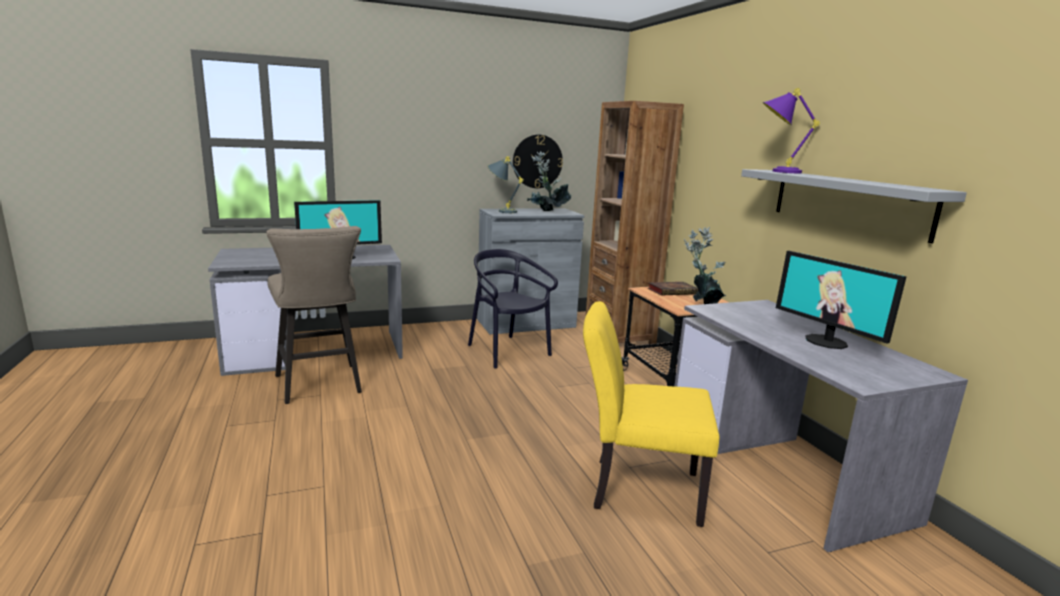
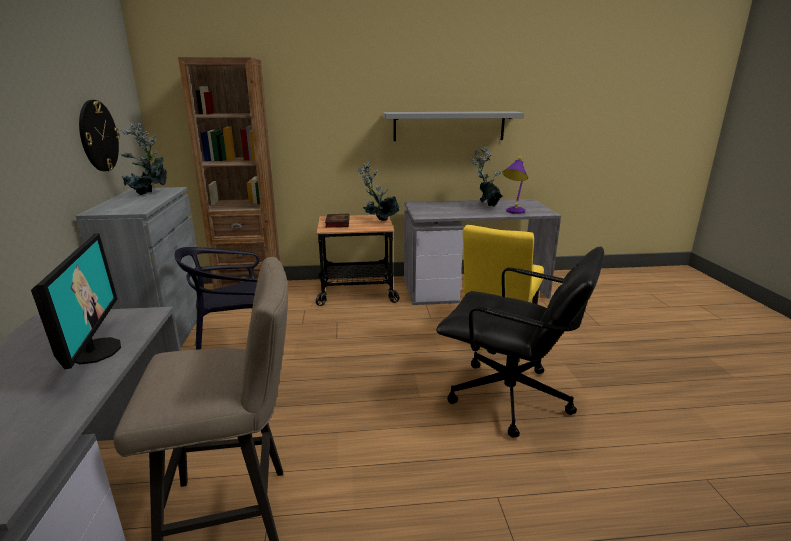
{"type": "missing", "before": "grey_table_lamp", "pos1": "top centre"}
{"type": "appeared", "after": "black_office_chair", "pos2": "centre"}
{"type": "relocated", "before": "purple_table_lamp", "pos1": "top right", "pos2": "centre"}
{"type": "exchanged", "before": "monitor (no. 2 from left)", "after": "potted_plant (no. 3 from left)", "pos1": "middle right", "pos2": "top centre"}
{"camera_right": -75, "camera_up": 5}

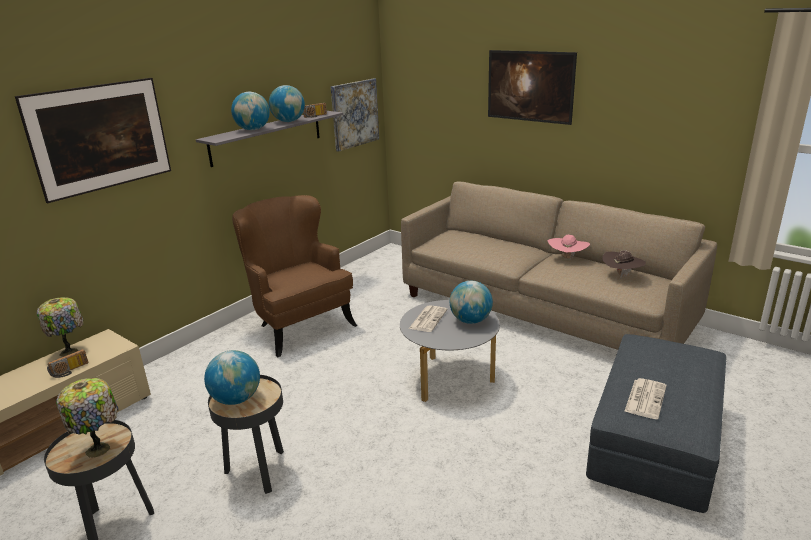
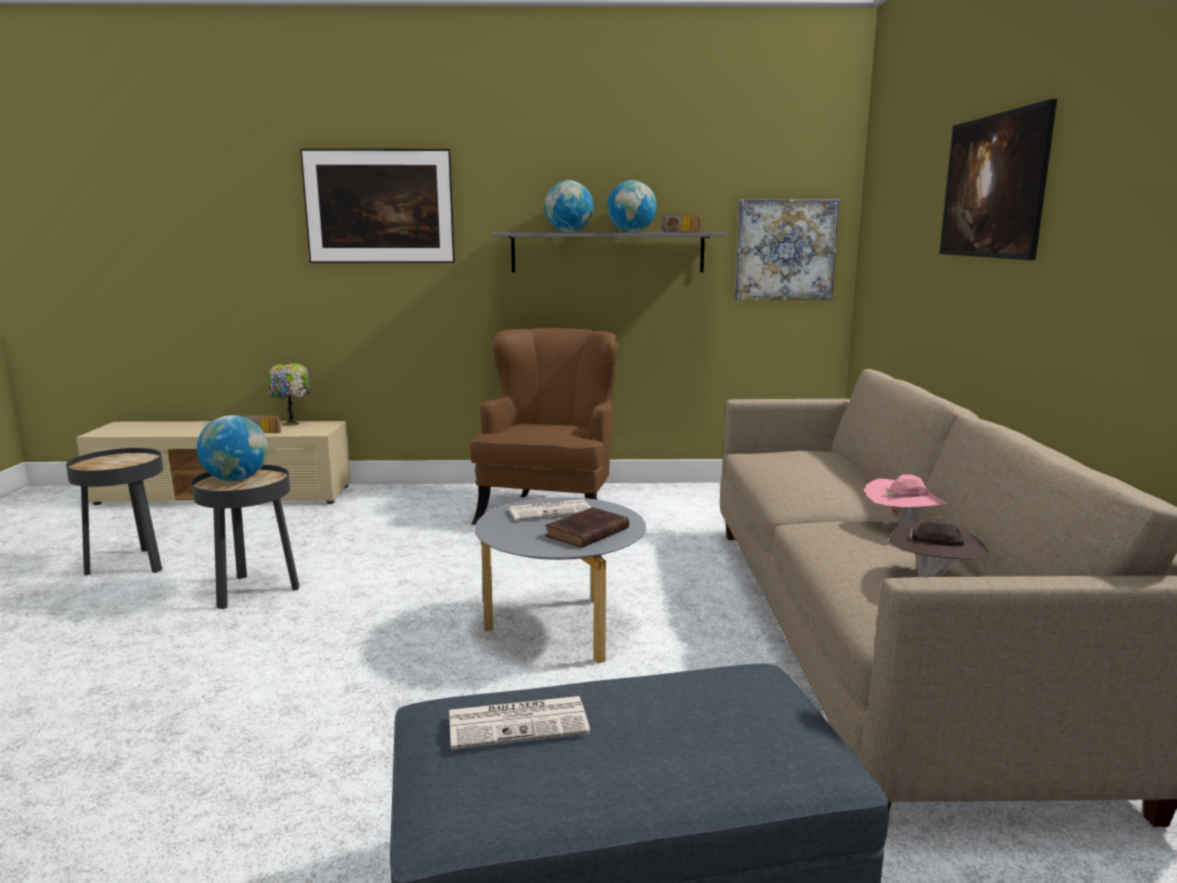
{"type": "missing", "before": "table_lamp (no. 2 from left)", "pos1": "bottom left"}
{"type": "exchanged", "before": "globe (no. 4 from left)", "after": "brown_book", "pos1": "centre", "pos2": "centre"}
{"camera_right": 50, "camera_up": -10}

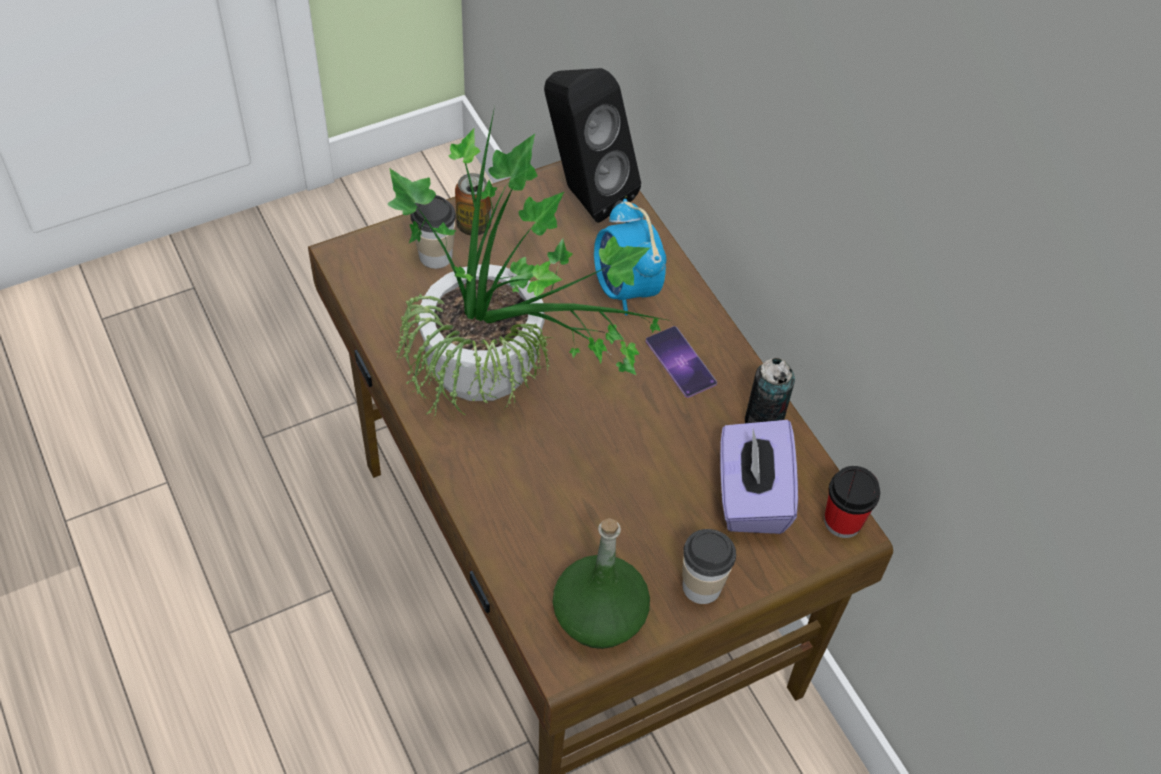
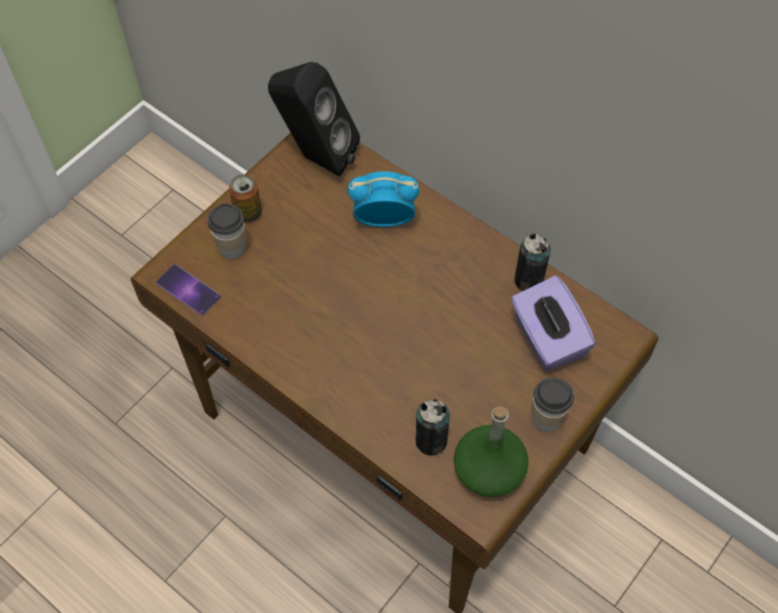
{"type": "missing", "before": "potted_plant", "pos1": "centre"}
{"type": "missing", "before": "cup (no. 3 from left)", "pos1": "middle right"}
{"type": "appeared", "after": "can (no. 2 from left)", "pos2": "bottom centre"}
{"type": "relocated", "before": "phone", "pos1": "centre", "pos2": "middle left"}
{"type": "spun", "before": "alarm_clock", "pos1": "top centre", "pos2": "top centre", "turn": 135}
{"camera_right": -20, "camera_up": 5}

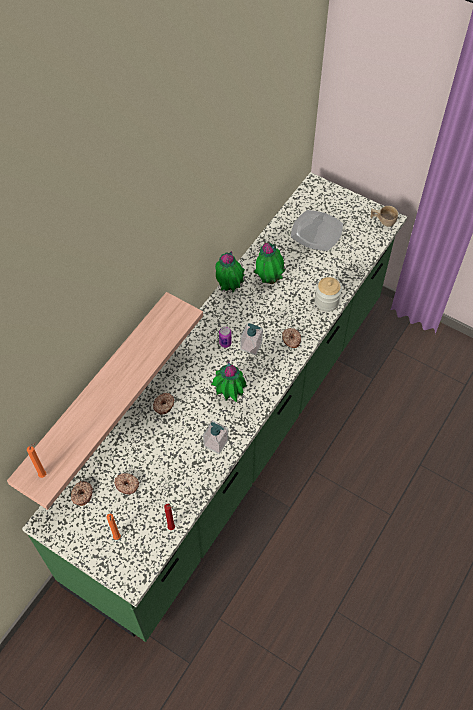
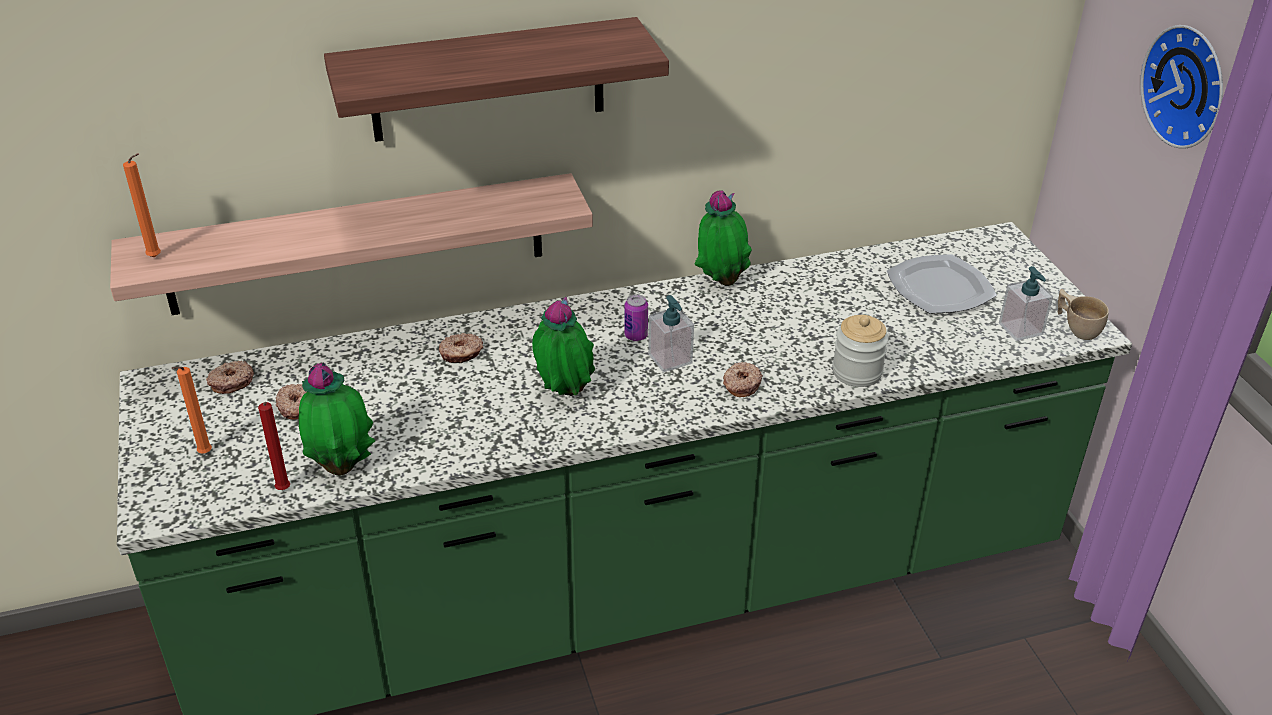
{"type": "appeared", "after": "shelf (no. 2 from left)", "pos2": "top centre"}
{"type": "appeared", "after": "wall_clock", "pos2": "top right"}
{"type": "relocated", "before": "soap_dispenser (no. 1 from left in the first image)", "after": "soap_dispenser (no. 2 from left)", "pos1": "centre", "pos2": "middle right"}
{"type": "relocated", "before": "potted_plant (no. 3 from left in the first image)", "after": "potted_plant (no. 1 from left)", "pos1": "centre", "pos2": "middle left"}
{"camera_right": 40, "camera_up": -20}

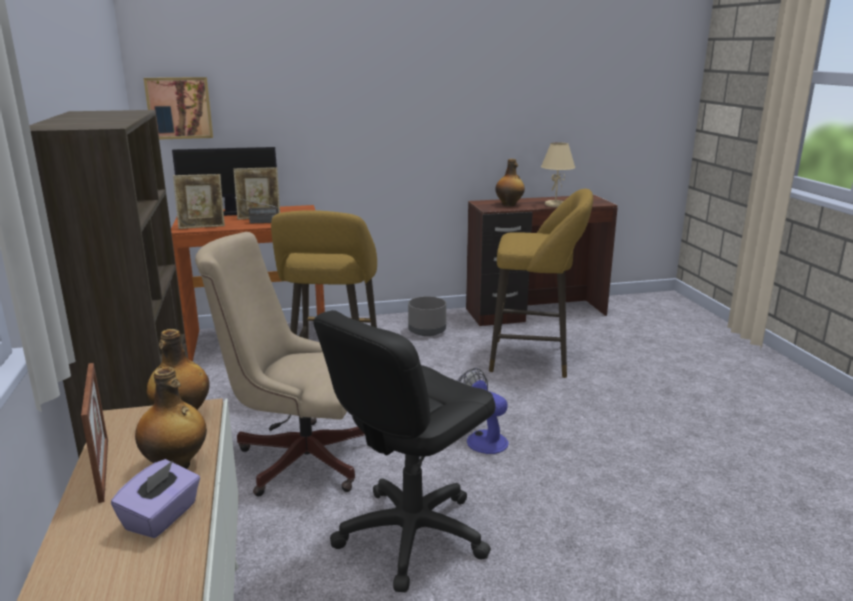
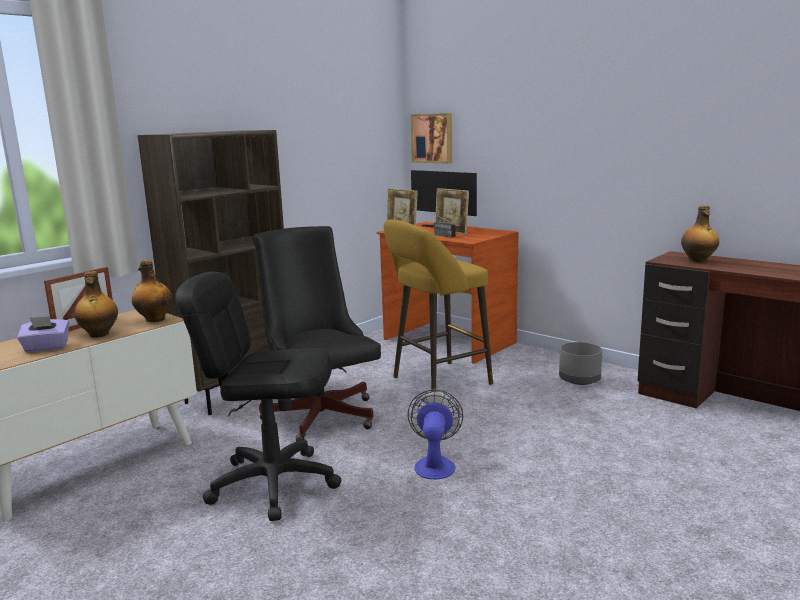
{"type": "missing", "before": "yellow_stool (no. 2 from left)", "pos1": "centre"}
{"type": "missing", "before": "beige_table_lamp", "pos1": "top centre"}
{"type": "colour", "before": "beige_office_chair", "after": "black_office_chair (no. 2 from left)", "pos1": "middle left", "pos2": "centre"}
{"camera_right": 55, "camera_up": -5}

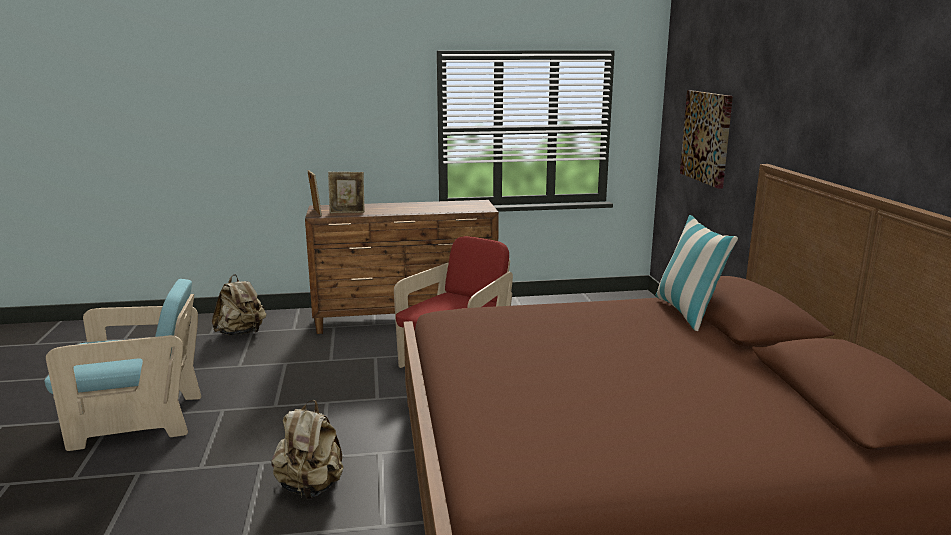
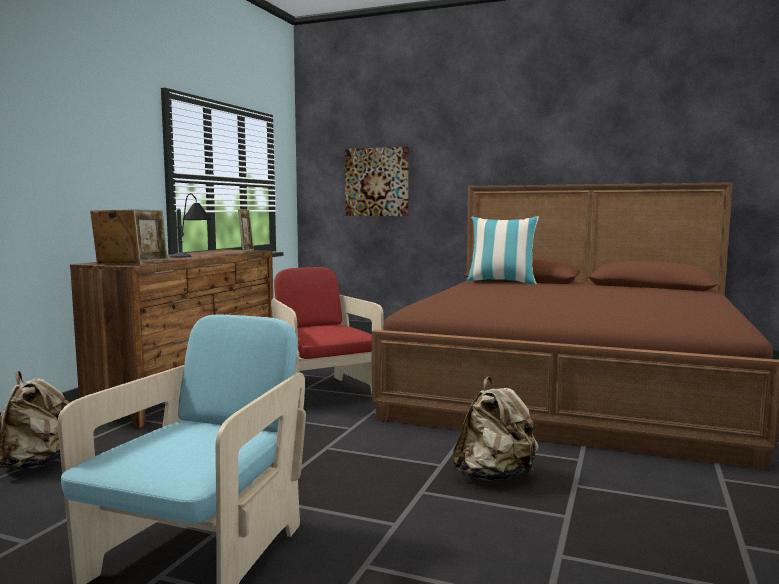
{"type": "appeared", "after": "table_lamp", "pos2": "middle left"}
{"type": "appeared", "after": "picture_frame (no. 3 from left)", "pos2": "middle left"}
{"camera_right": -60, "camera_up": -10}

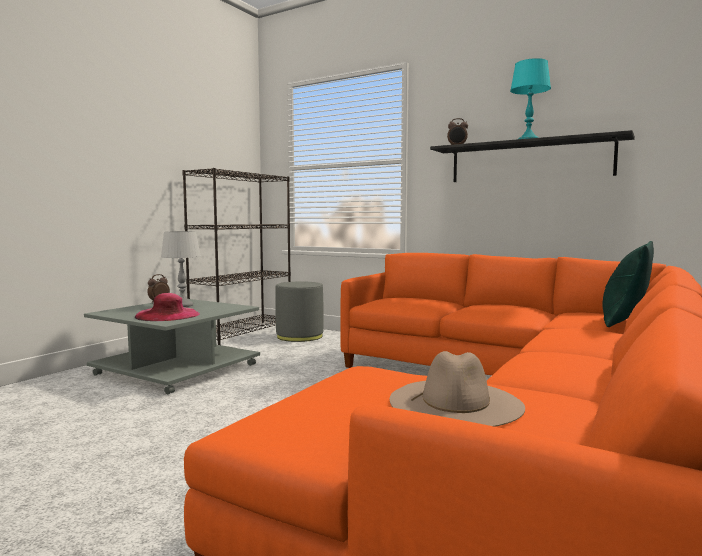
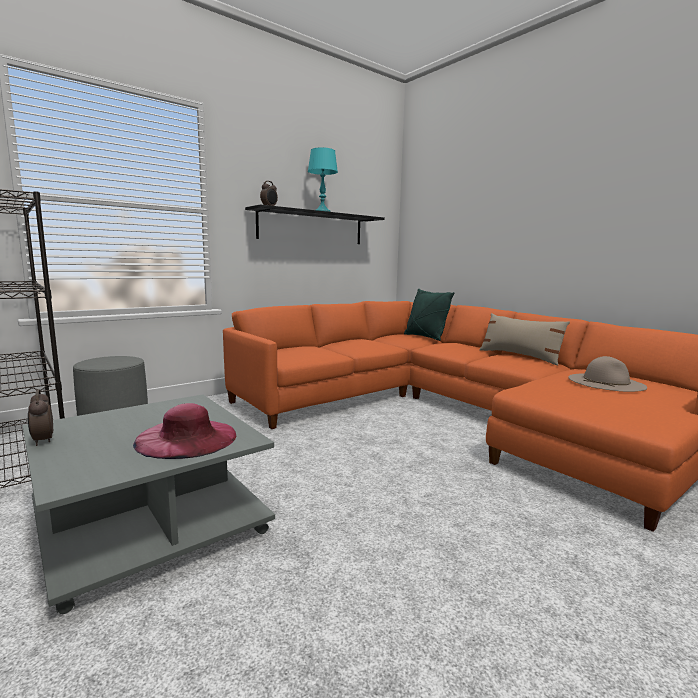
{"type": "missing", "before": "grey_table_lamp", "pos1": "middle left"}
{"type": "appeared", "after": "beige_pillow", "pos2": "middle right"}
{"camera_right": -70, "camera_up": 5}

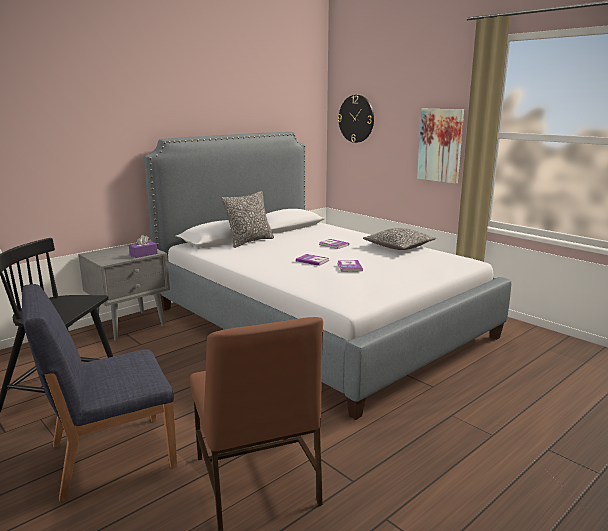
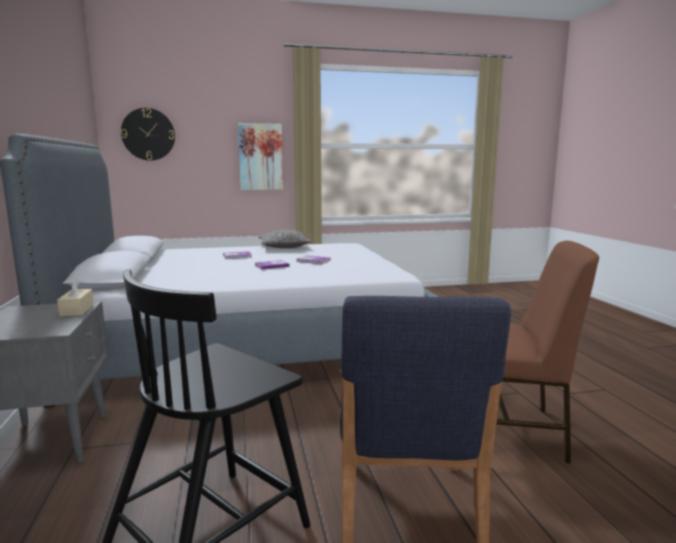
{"type": "missing", "before": "pillow (no. 1 from left)", "pos1": "centre"}
{"type": "colour", "before": "purple_tissue_box", "after": "beige_tissue_box", "pos1": "middle left", "pos2": "middle left"}
{"camera_right": -60, "camera_up": -5}

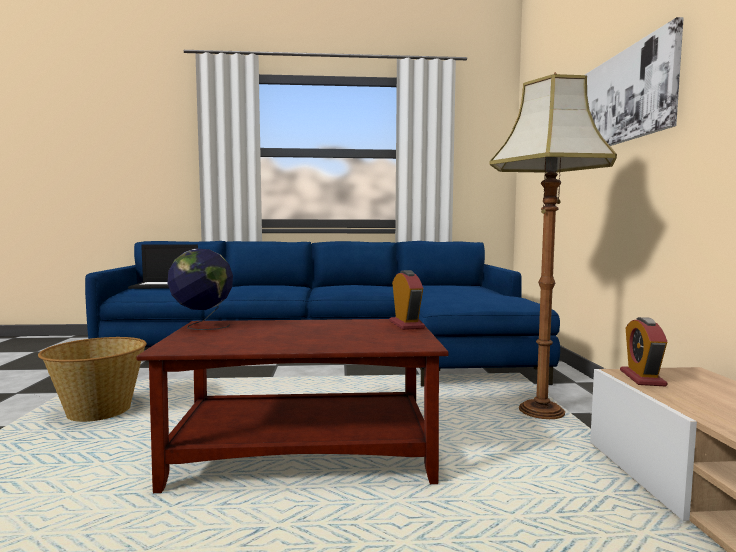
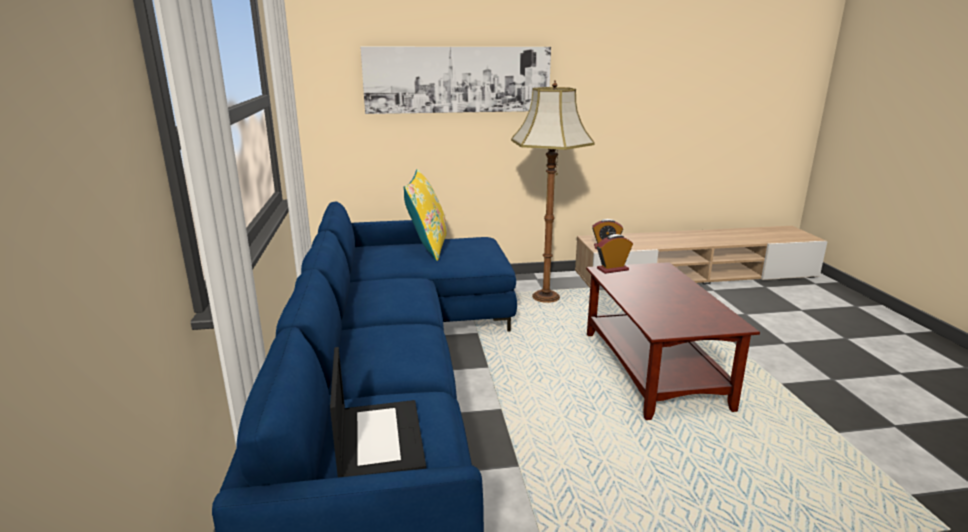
{"type": "missing", "before": "basket", "pos1": "bottom left"}
{"type": "missing", "before": "globe", "pos1": "middle left"}
{"type": "appeared", "after": "yellow_pillow", "pos2": "centre"}
{"camera_right": -95, "camera_up": 15}

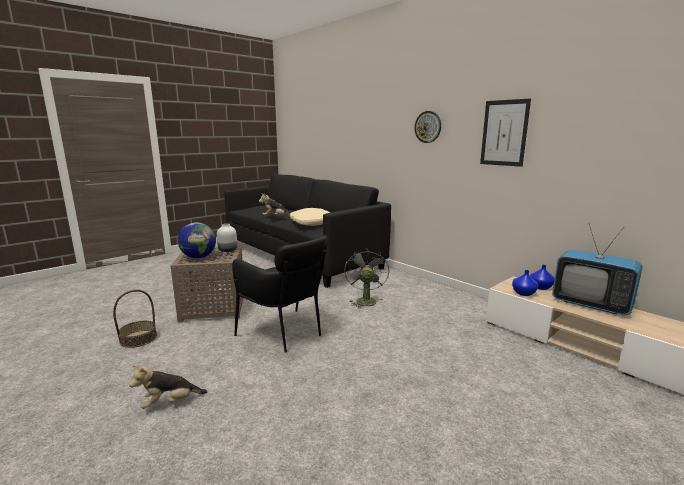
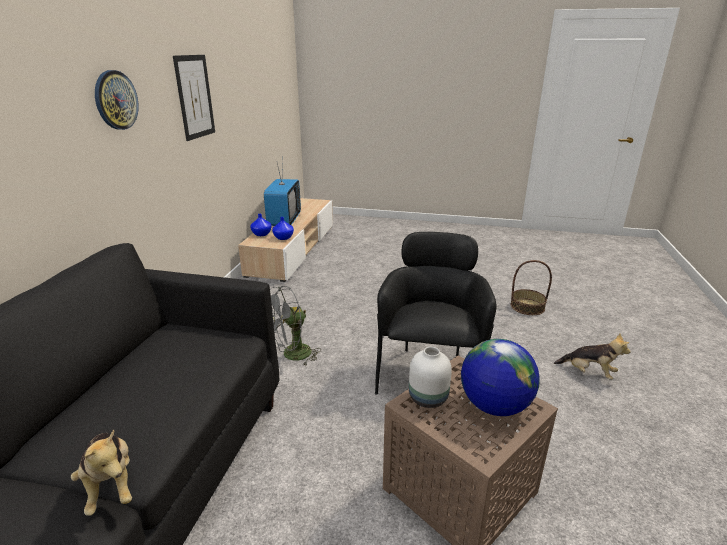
{"type": "missing", "before": "beige_pillow", "pos1": "centre"}
{"type": "relocated", "before": "basket", "pos1": "middle left", "pos2": "middle right"}
{"camera_right": -125, "camera_up": 10}

